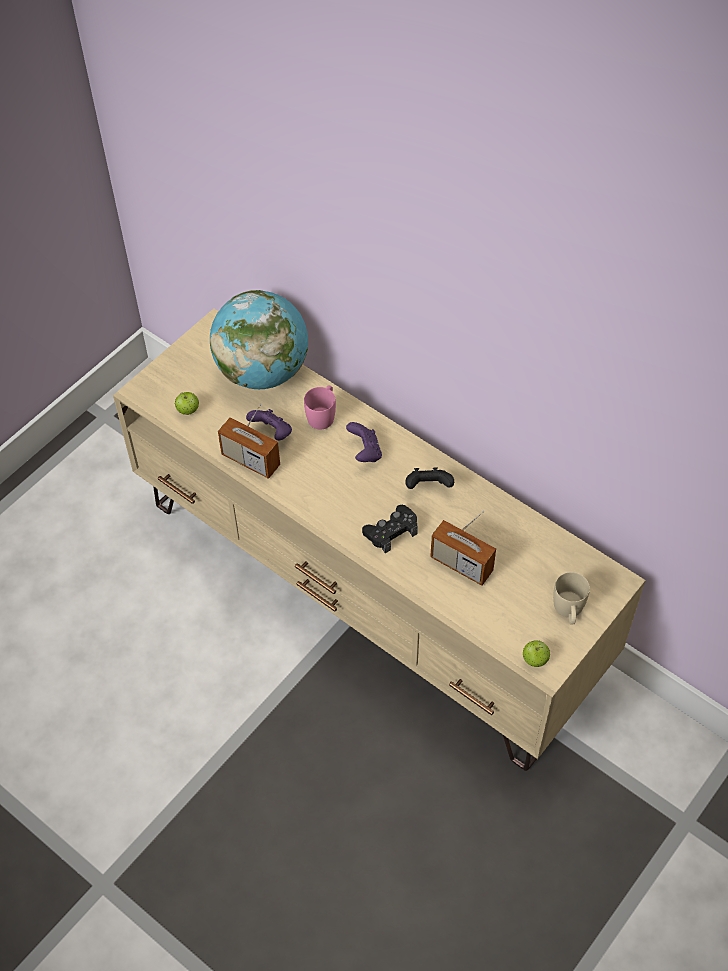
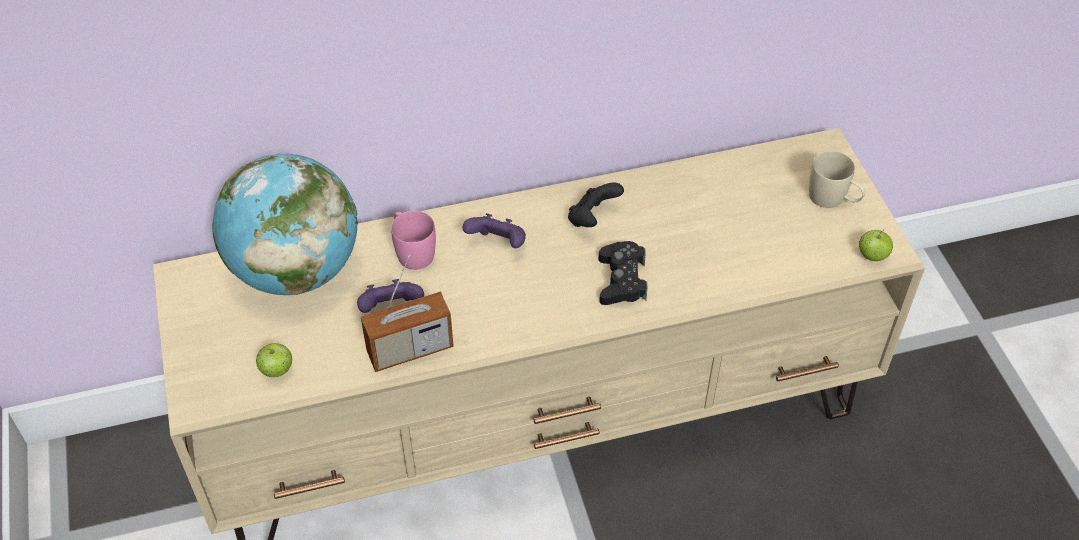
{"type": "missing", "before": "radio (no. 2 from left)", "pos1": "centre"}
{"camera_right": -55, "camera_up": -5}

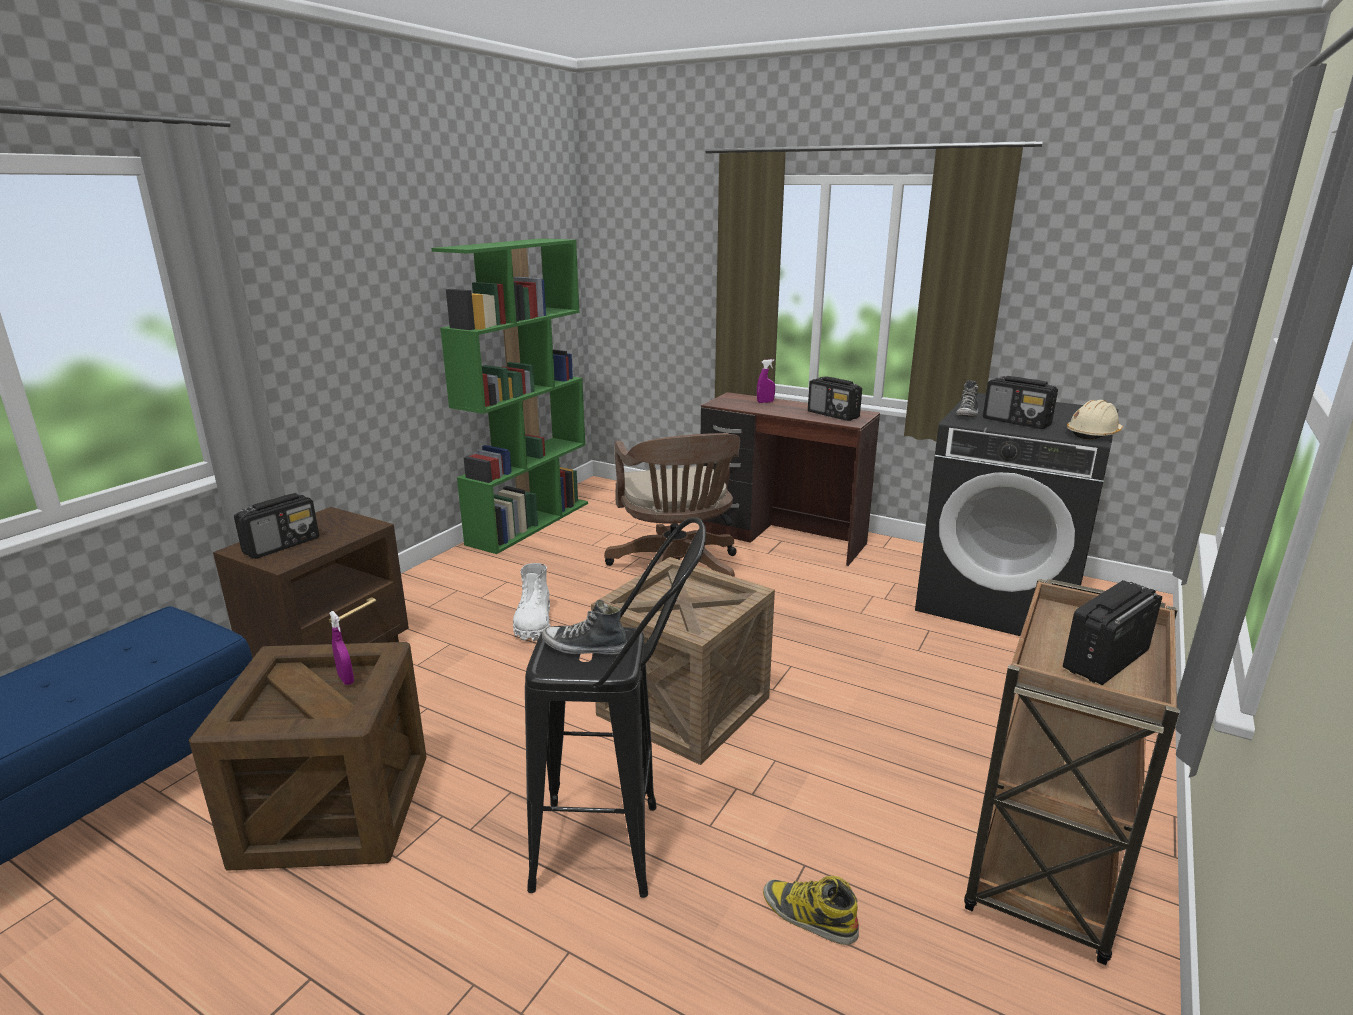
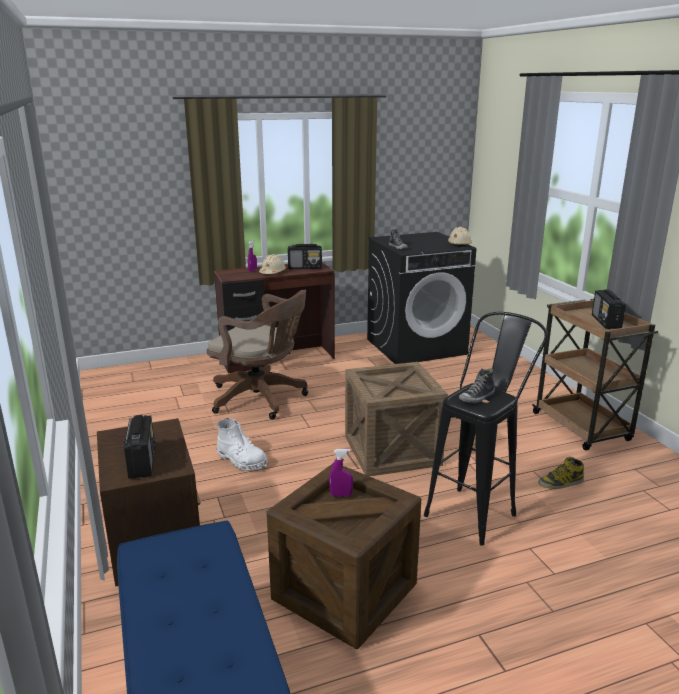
{"type": "missing", "before": "green_bookcase", "pos1": "centre"}
{"type": "missing", "before": "radio (no. 3 from left)", "pos1": "middle right"}
{"type": "appeared", "after": "beige_hard_hat (no. 1 from left)", "pos2": "centre"}
{"camera_right": -50, "camera_up": 0}

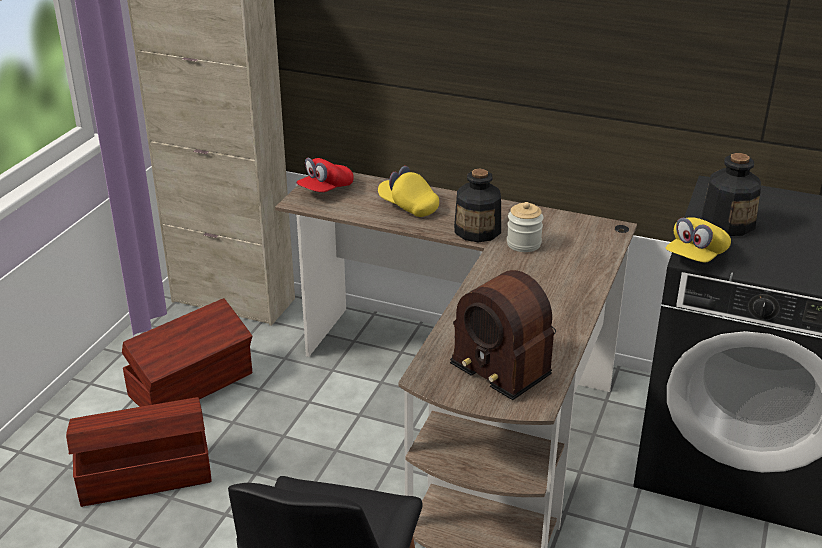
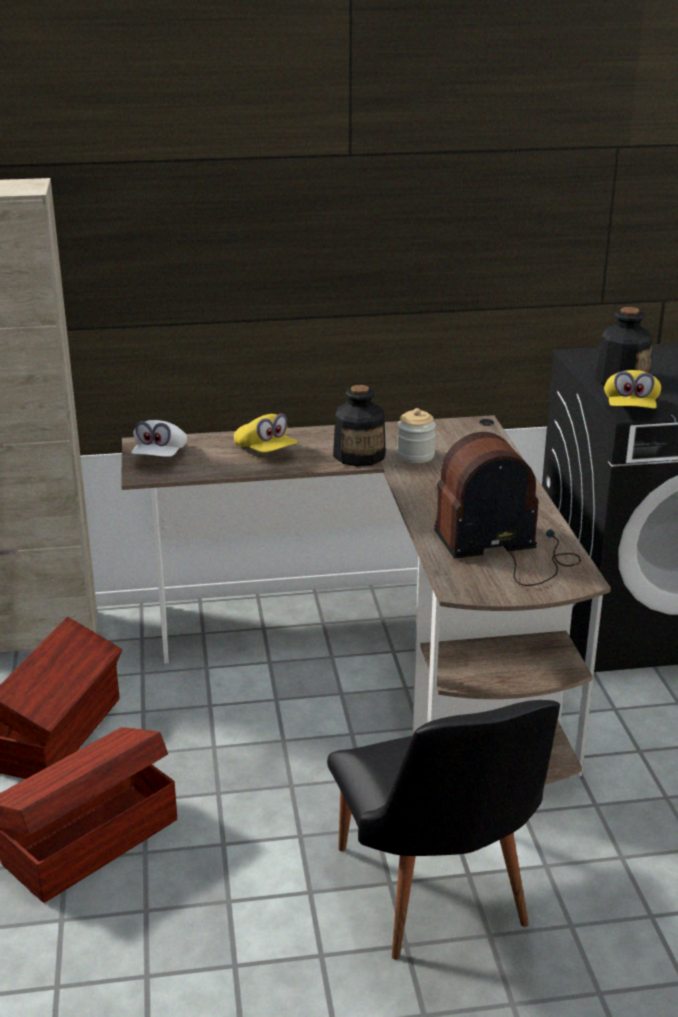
{"type": "colour", "before": "red_cap", "after": "white_cap", "pos1": "top centre", "pos2": "middle left"}
{"type": "spun", "before": "yellow_cap (no. 1 from left)", "pos1": "centre", "pos2": "centre", "turn": -135}
{"type": "spun", "before": "radio", "pos1": "centre", "pos2": "middle right", "turn": 150}
{"camera_right": -30, "camera_up": -5}

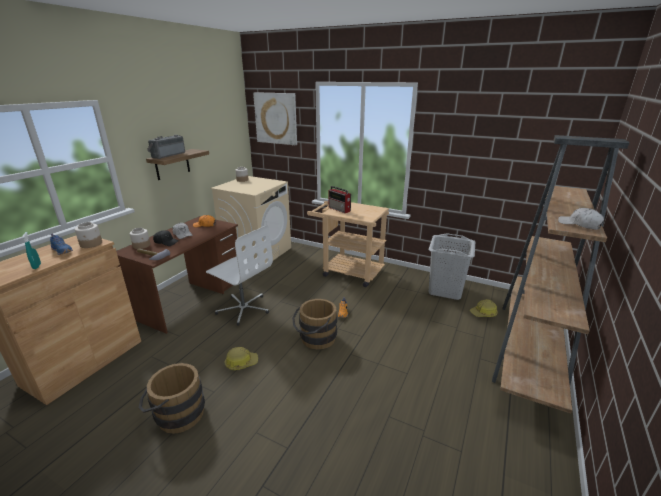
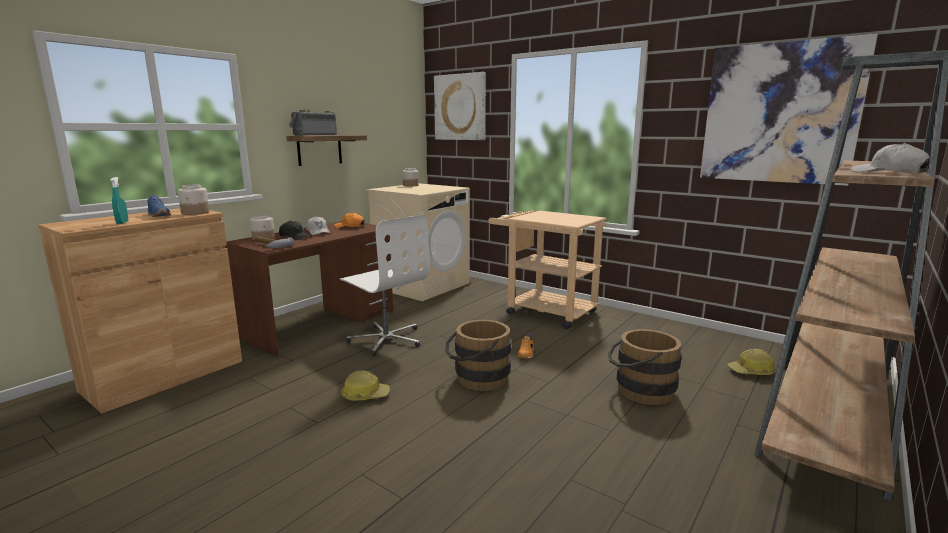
{"type": "missing", "before": "radio (no. 2 from left)", "pos1": "centre"}
{"type": "missing", "before": "grey_laundry_basket", "pos1": "middle right"}
{"type": "appeared", "after": "picture (no. 2 from left)", "pos2": "top right"}
{"type": "relocated", "before": "brown_bucket (no. 1 from left in the first image)", "after": "brown_bucket (no. 2 from left)", "pos1": "bottom left", "pos2": "bottom right"}
{"camera_right": 10, "camera_up": -10}

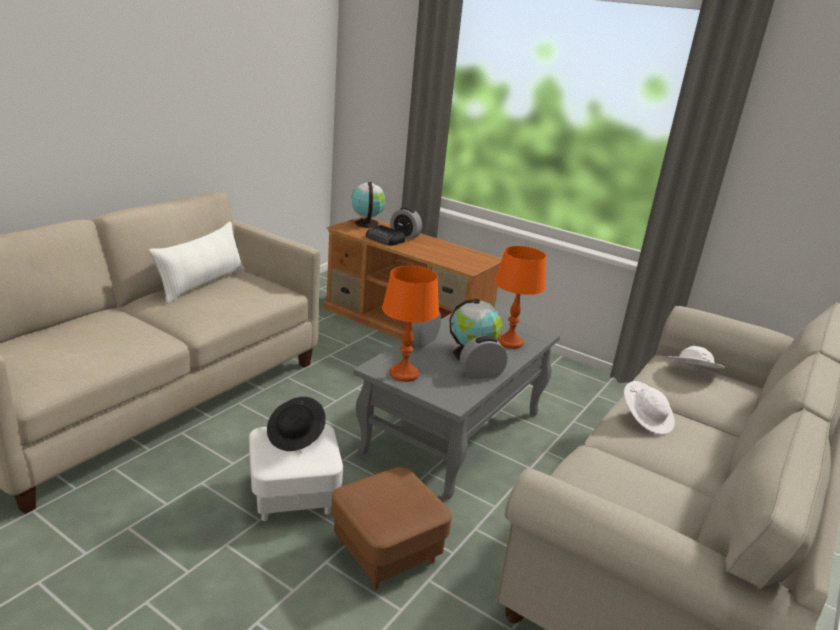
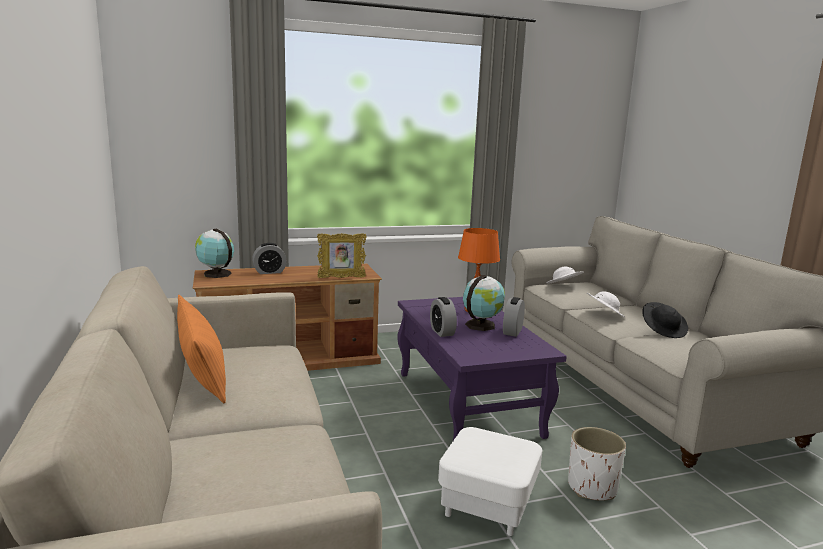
{"type": "missing", "before": "radio", "pos1": "centre"}
{"type": "missing", "before": "orange_table_lamp (no. 1 from left)", "pos1": "centre"}
{"type": "appeared", "after": "picture_frame", "pos2": "centre"}
{"type": "relocated", "before": "black_hat", "pos1": "bottom centre", "pos2": "middle right"}
{"type": "exchanged", "before": "brown_ottoman", "after": "white_planter", "pos1": "bottom centre", "pos2": "bottom right"}
{"type": "colour", "before": "white_pillow", "after": "orange_pillow", "pos1": "middle left", "pos2": "middle left"}
{"type": "colour", "before": "grey_coffee_table", "after": "purple_coffee_table", "pos1": "centre", "pos2": "bottom centre"}
{"camera_right": -50, "camera_up": -10}

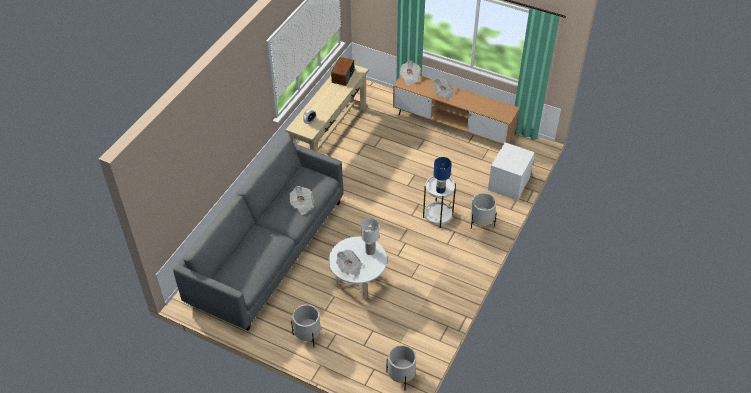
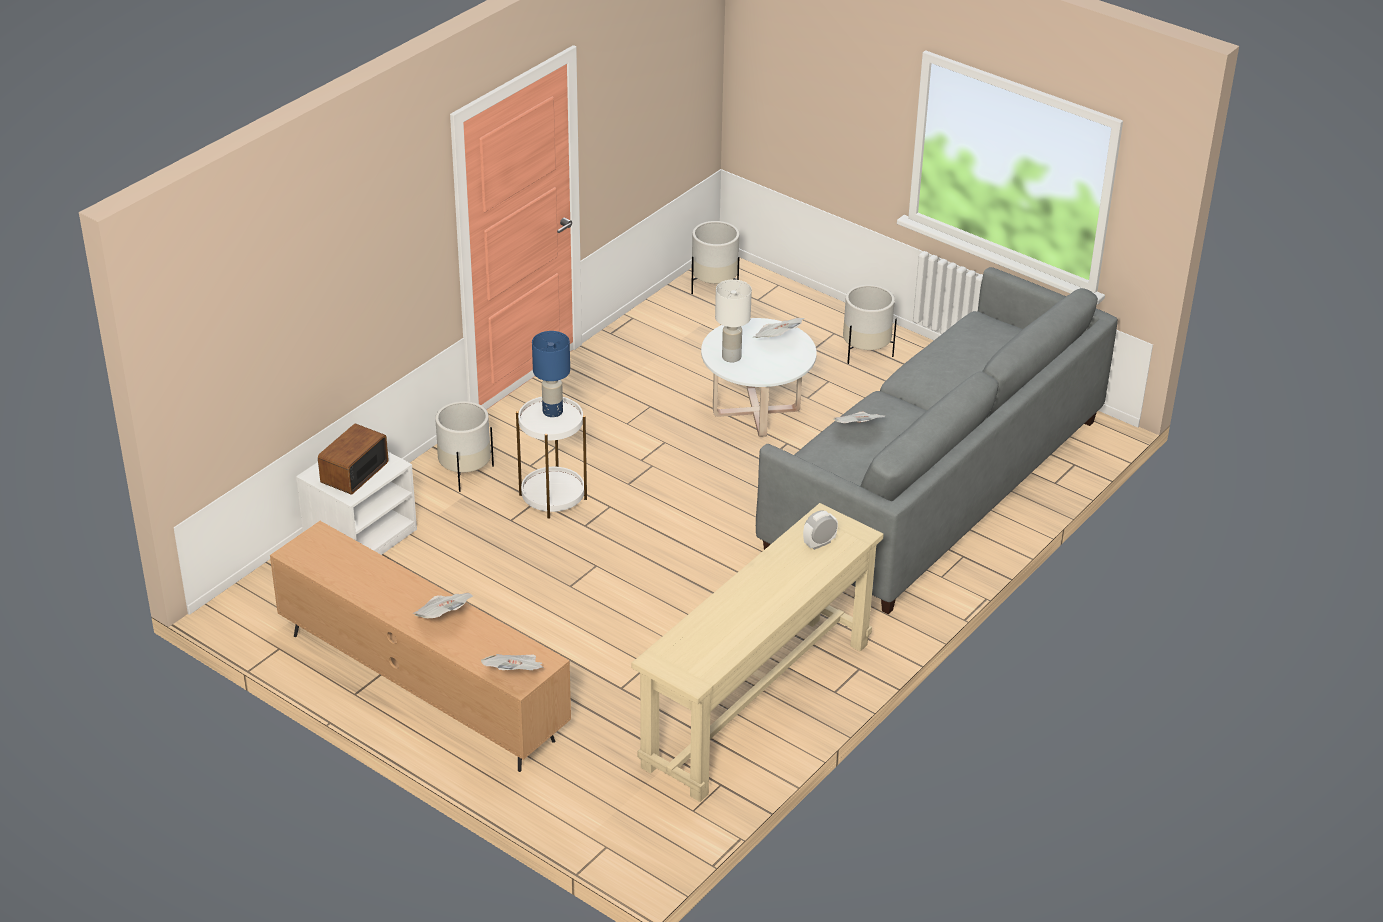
{"type": "relocated", "before": "radio", "pos1": "top centre", "pos2": "middle left"}
{"camera_right": -170, "camera_up": -10}

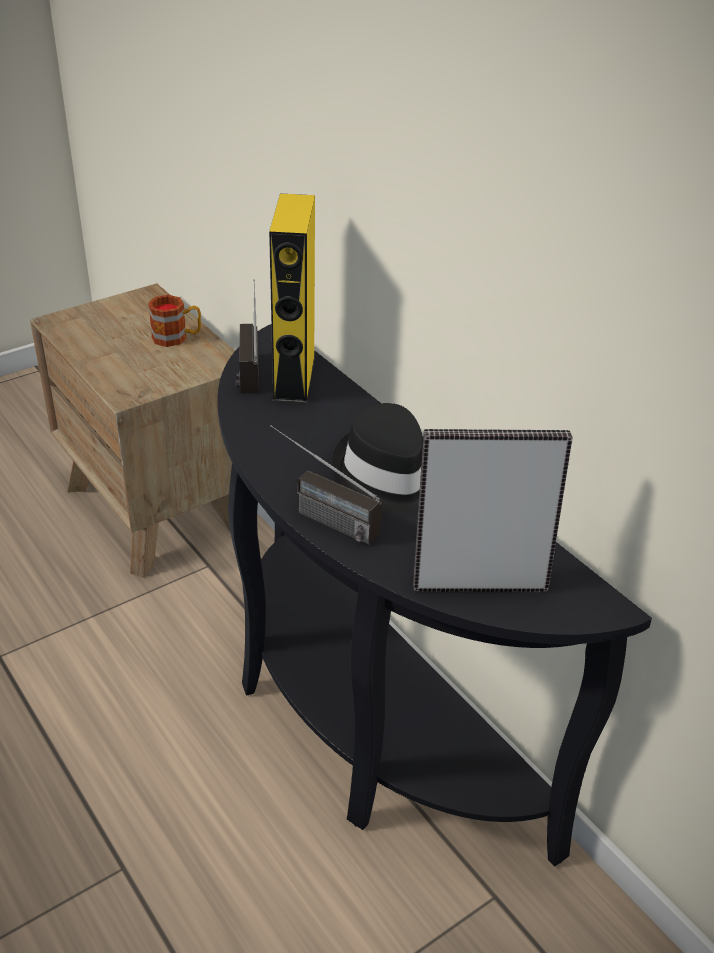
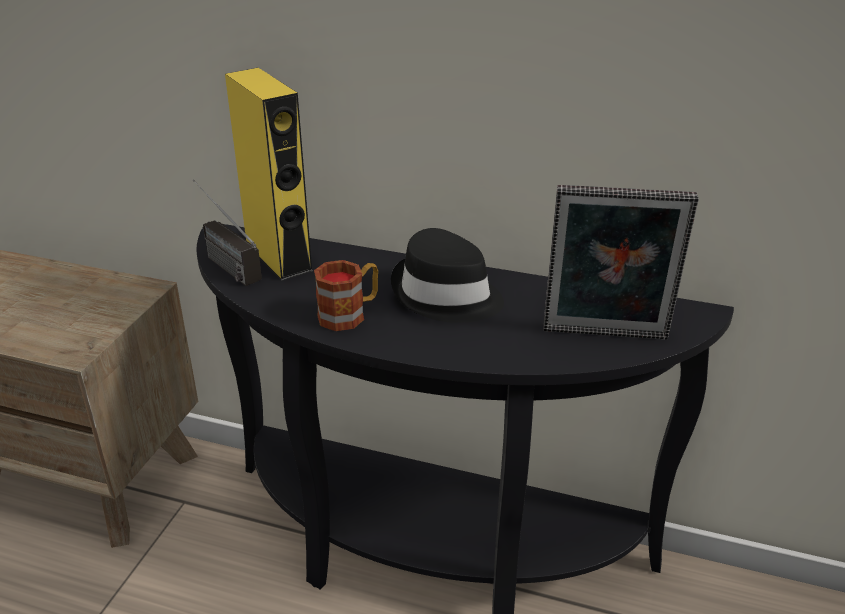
{"type": "missing", "before": "radio (no. 2 from left)", "pos1": "centre"}
{"type": "relocated", "before": "mug", "pos1": "middle left", "pos2": "centre"}
{"type": "spun", "before": "picture_frame", "pos1": "middle right", "pos2": "middle right", "turn": -135}
{"camera_right": -35, "camera_up": -5}

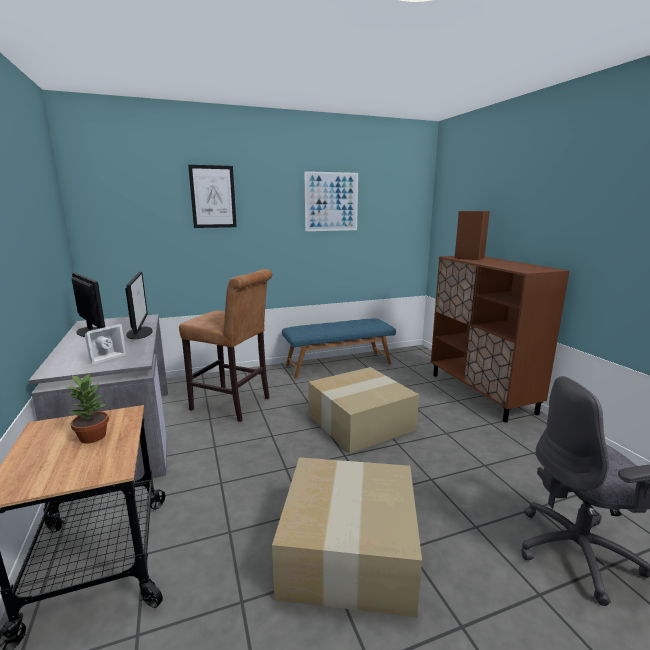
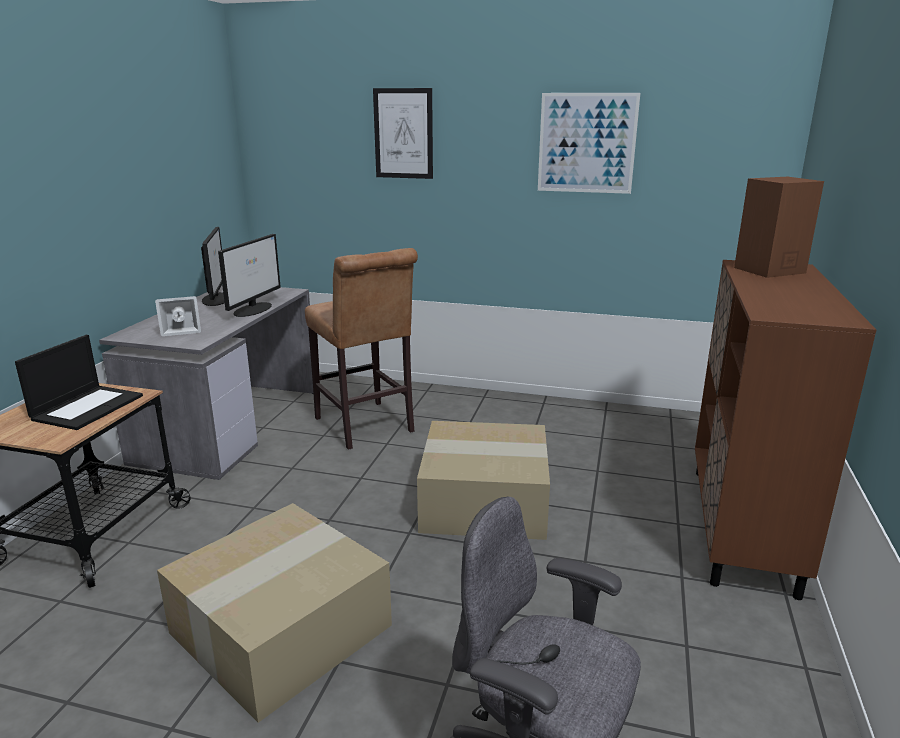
{"type": "missing", "before": "blue_bench", "pos1": "centre"}
{"type": "exchanged", "before": "potted_plant", "after": "laptop", "pos1": "middle left", "pos2": "middle left"}
{"camera_right": 35, "camera_up": 5}

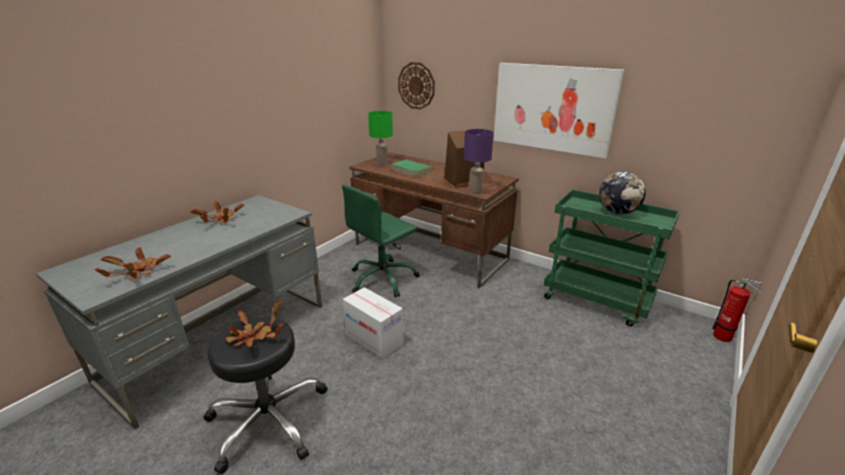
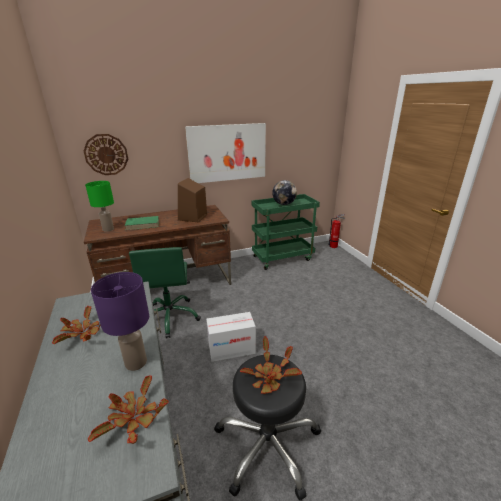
{"type": "relocated", "before": "purple_table_lamp", "pos1": "centre", "pos2": "middle left"}
{"camera_right": -55, "camera_up": 0}

